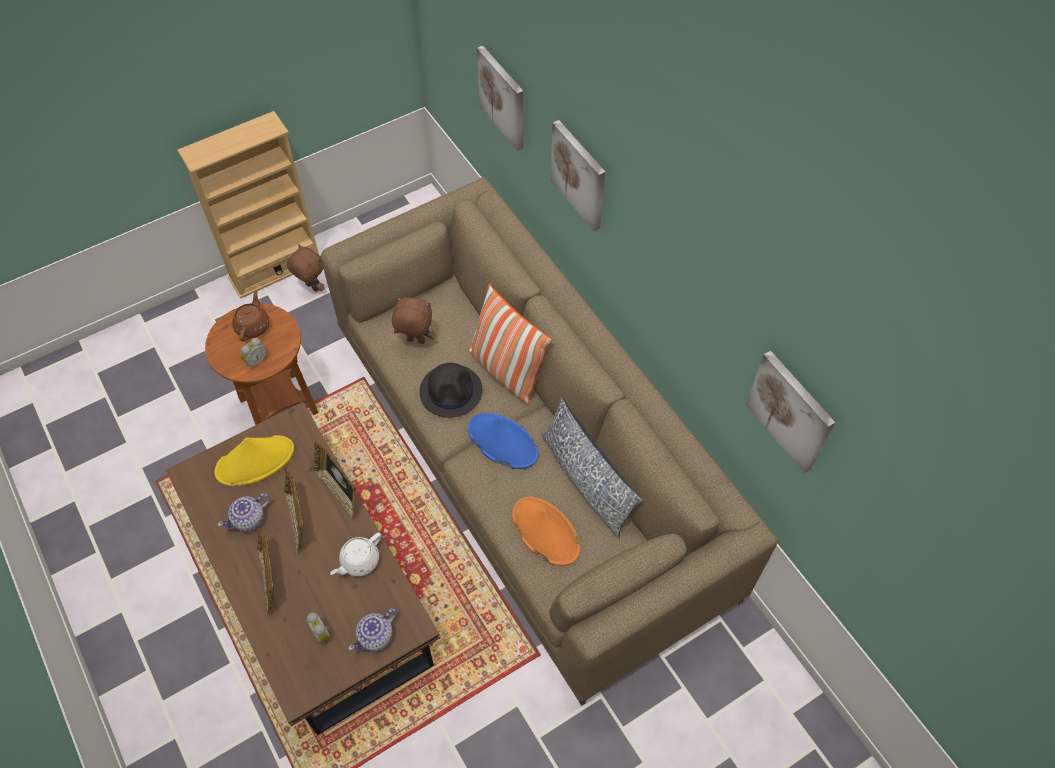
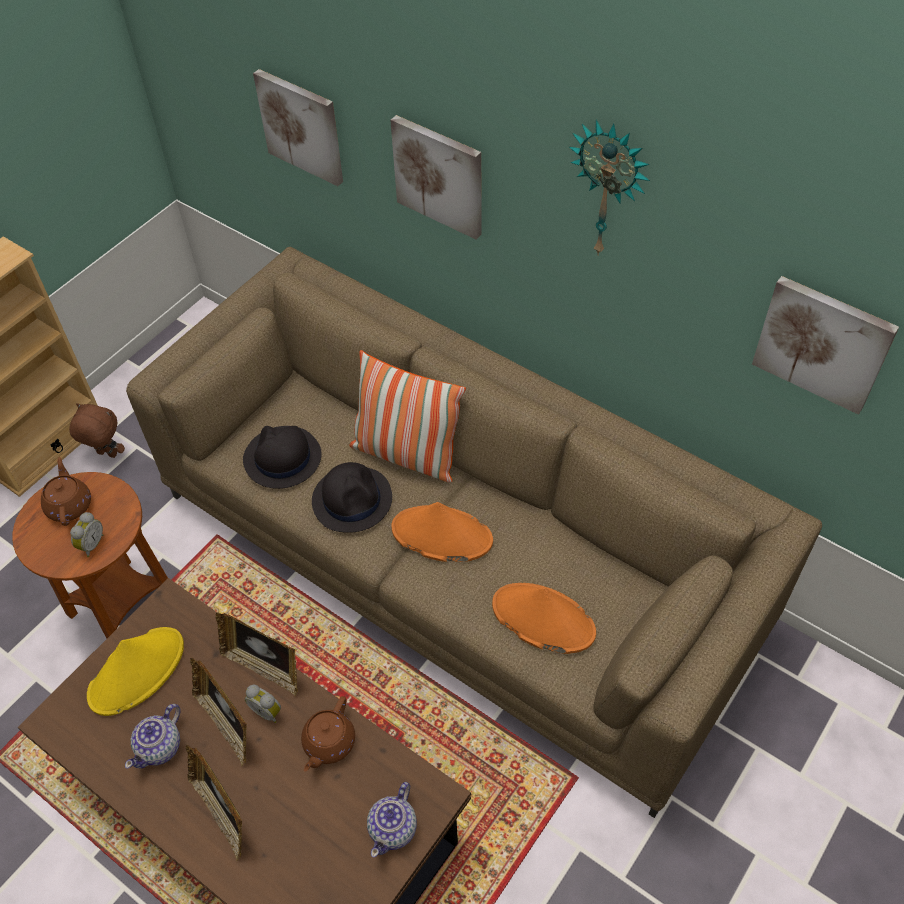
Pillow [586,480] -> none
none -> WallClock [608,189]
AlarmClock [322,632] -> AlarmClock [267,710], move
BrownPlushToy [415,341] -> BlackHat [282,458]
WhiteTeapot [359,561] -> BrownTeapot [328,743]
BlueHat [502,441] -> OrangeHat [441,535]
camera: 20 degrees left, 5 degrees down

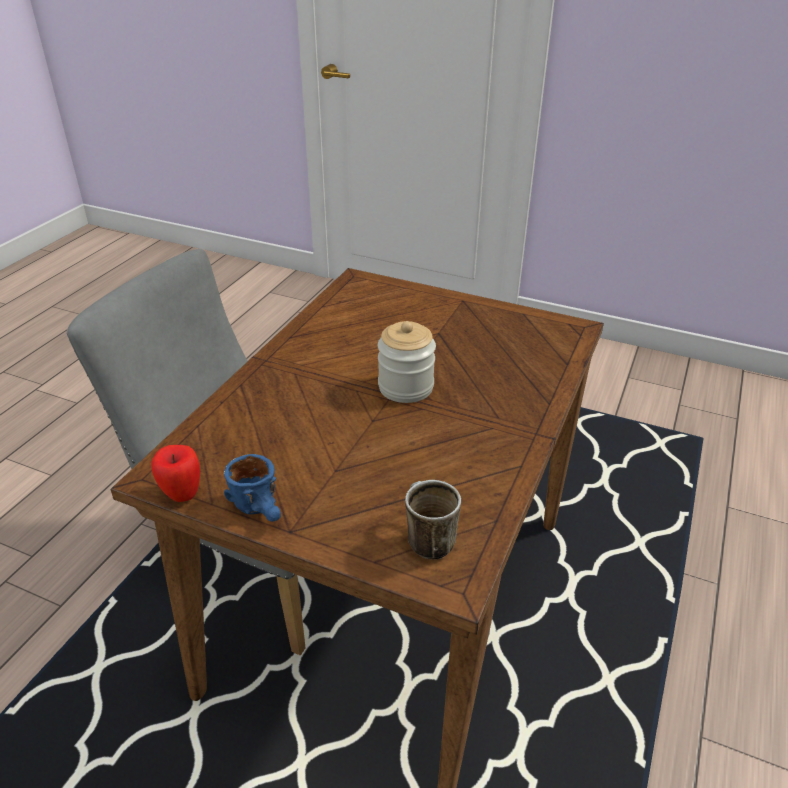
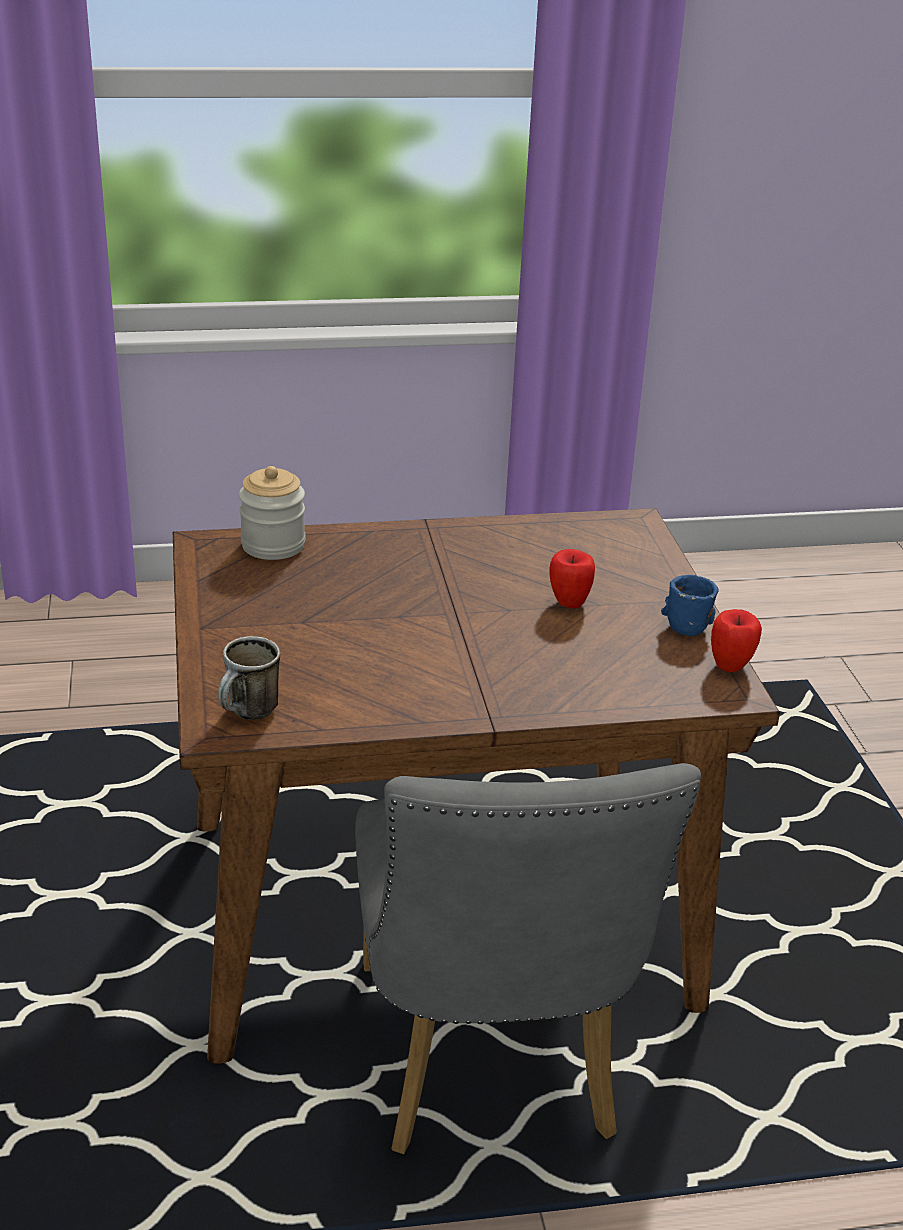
none -> Apple [569,603]
Jar [405,387] -> Jar [273,545], move
Mug [425,540] -> Mug [249,714], move
camera: 125 degrees left, 5 degrees down

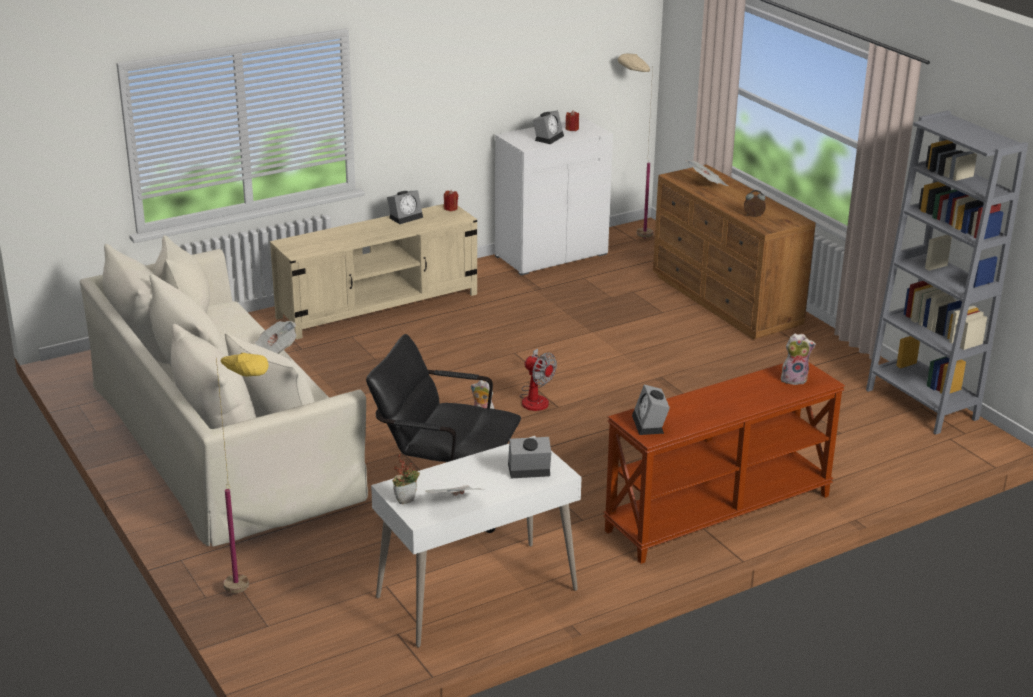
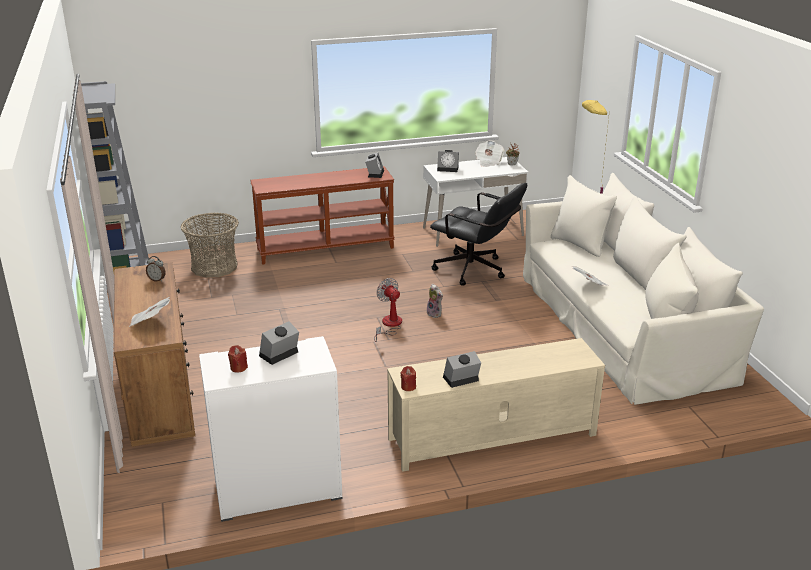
BeigeFloorLamp [631,235] -> none
PlushToy [794,379] -> none
none -> Basket [214,267]
camera: 165 degrees left, 0 degrees up

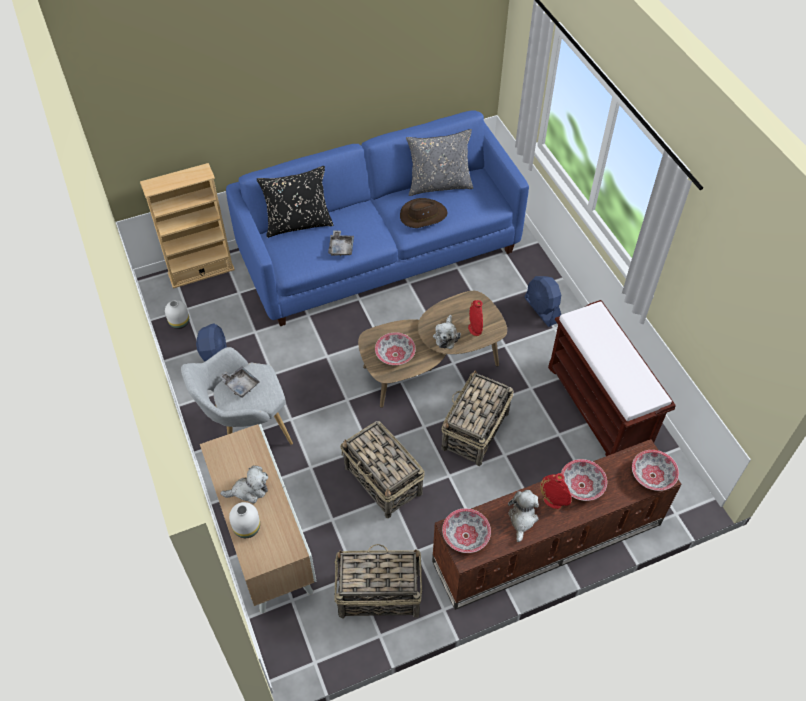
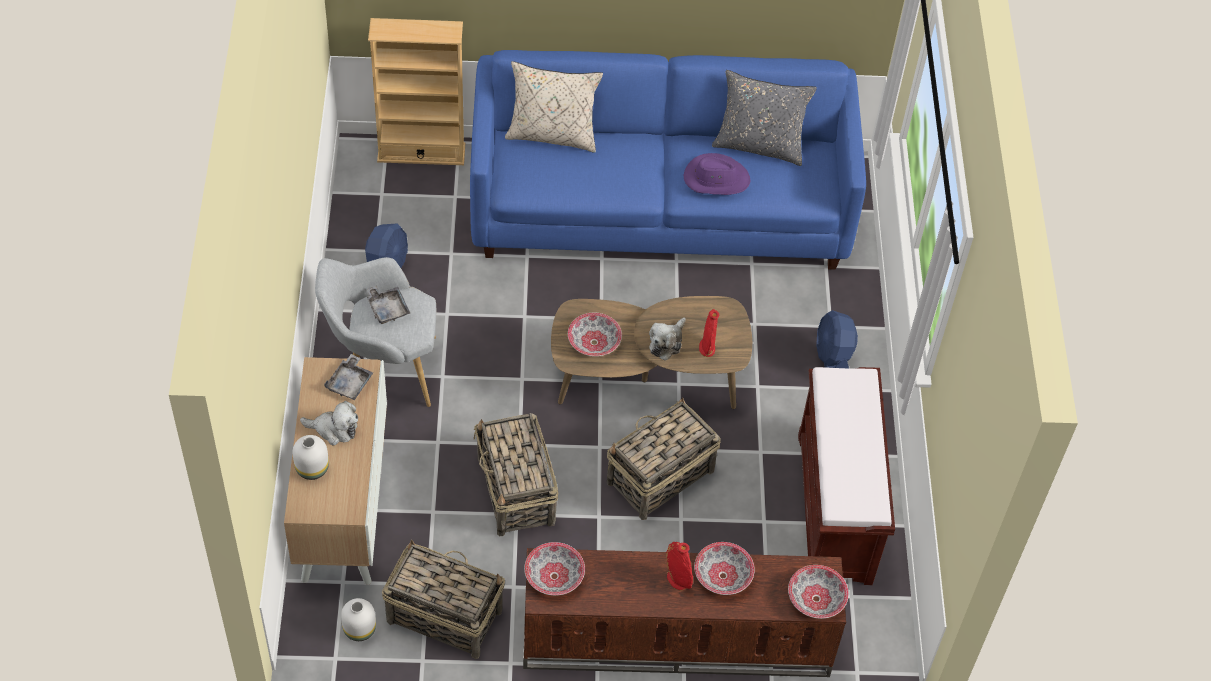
PlushToy [522,518] -> none
WhiteVase [180,322] -> WhiteVase [360,629], move
GreyTray [341,247] -> GreyTray [350,383], move
BlackPillow [298,224] -> BeigePillow [552,135]
BrownHat [423,215] -> PurpleHat [716,179]
camera: 20 degrees right, 0 degrees up

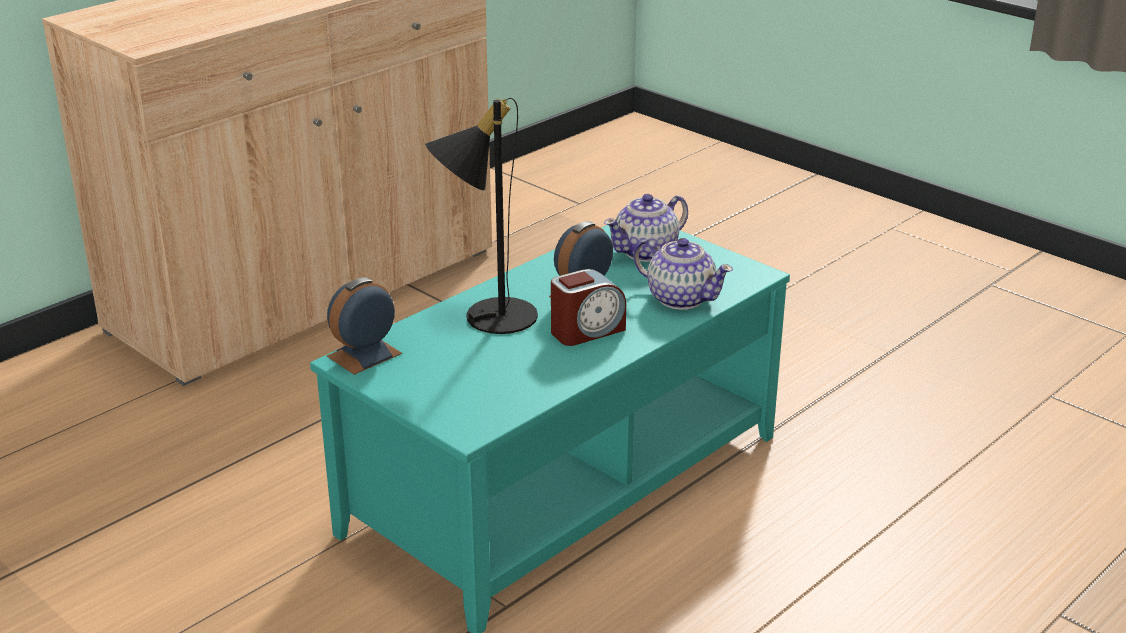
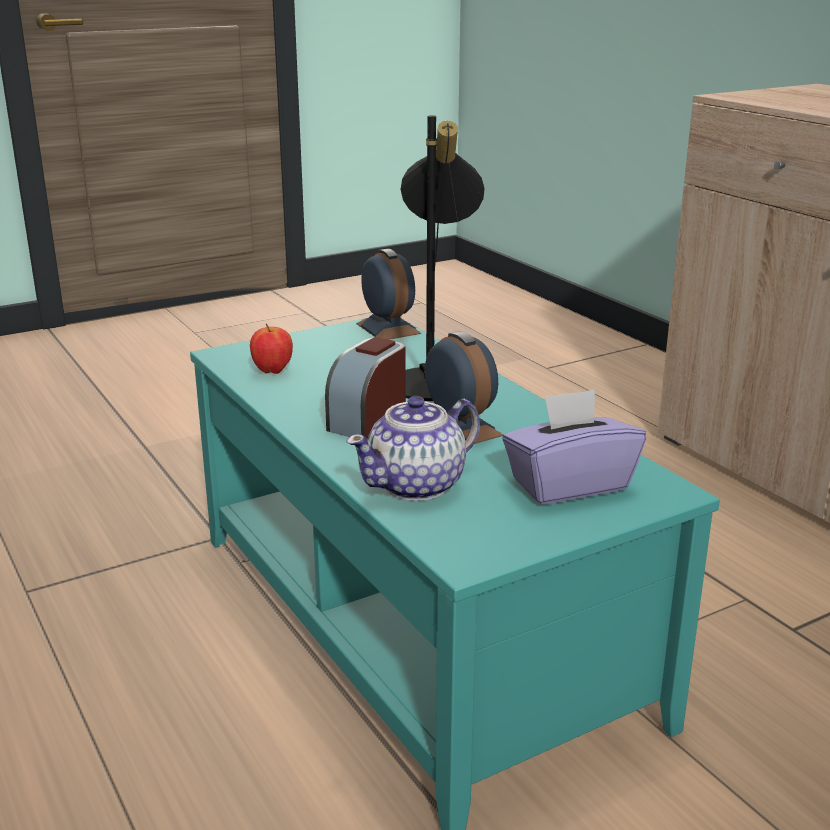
none -> Apple [272,371]
Teapot [647,252] -> PurpleTissueBox [569,484]
AlarmClock [587,331] -> AlarmClock [368,420], 45 degrees clockwise
camera: 105 degrees right, 5 degrees down

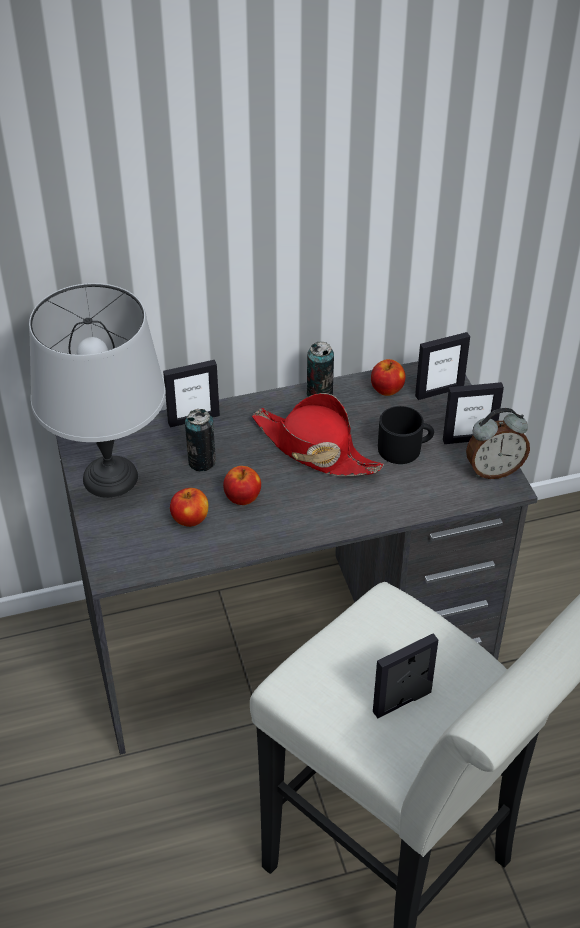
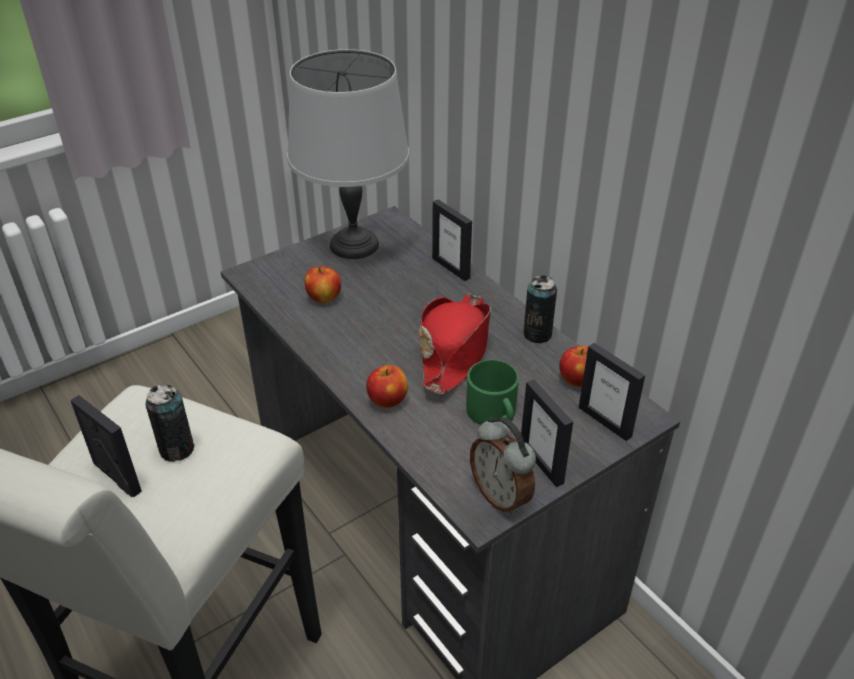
Can [202,462] -> Can [177,449], move
Apple [242,498] -> Apple [387,400], move
BlackMug [405,448] -> GreenMug [494,413]
camera: 70 degrees right, 5 degrees down

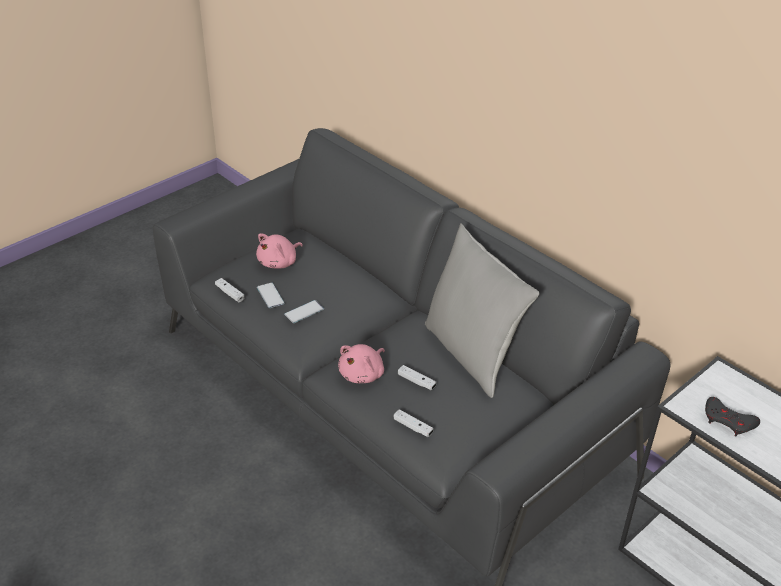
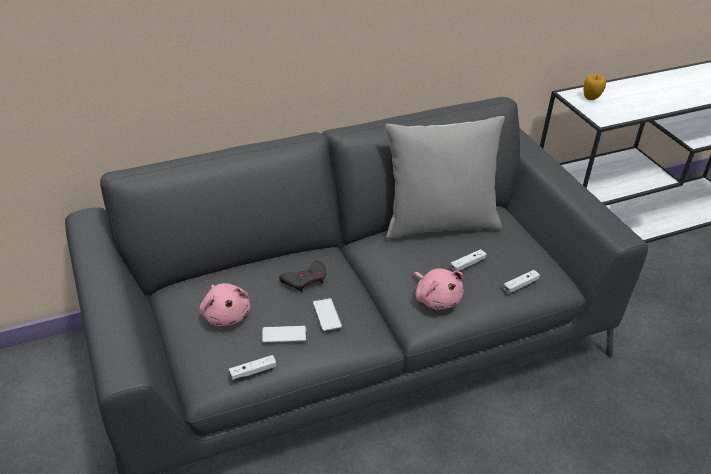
none -> Apple [591,98]
GreyGameController [728,421] -> GreyGameController [305,279], move
camera: 70 degrees left, 0 degrees up

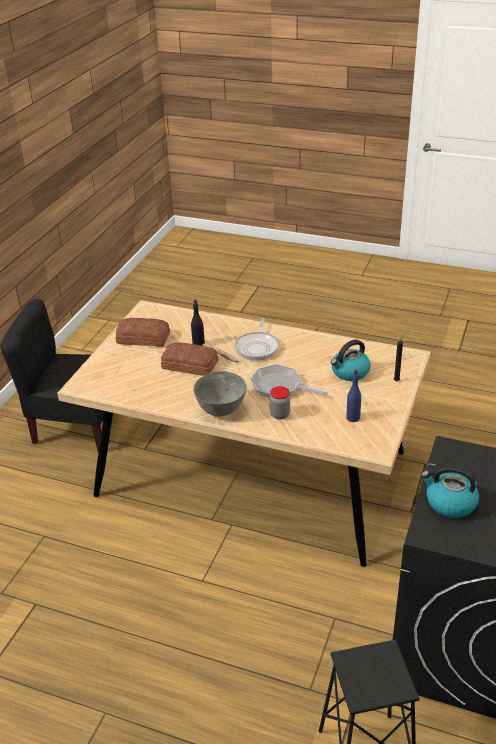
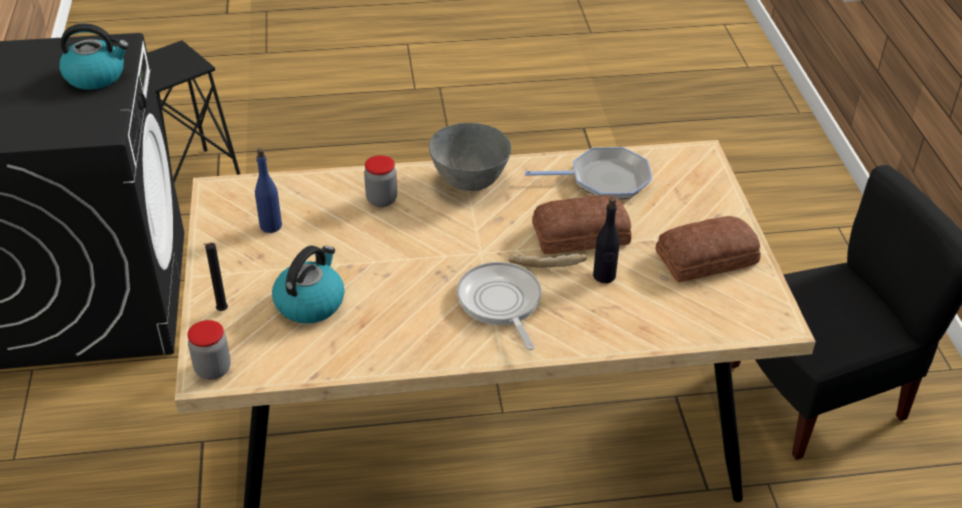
none -> Jar [213,369]
FryingPan [279,386] -> FryingPan [605,180], move
camera: 150 degrees right, 5 degrees up

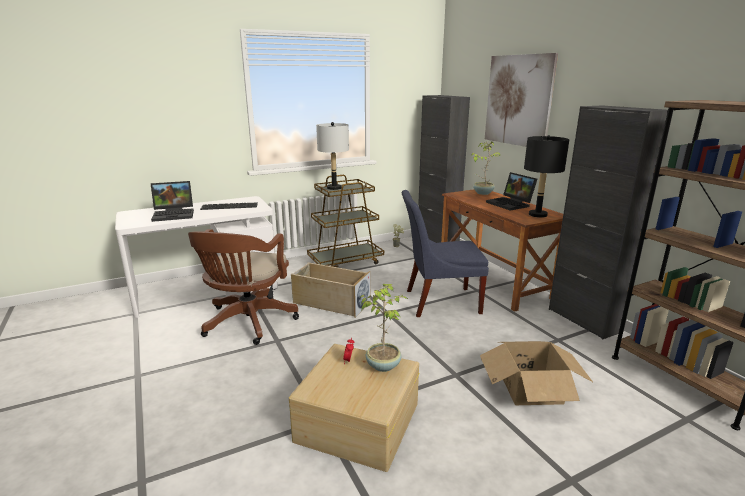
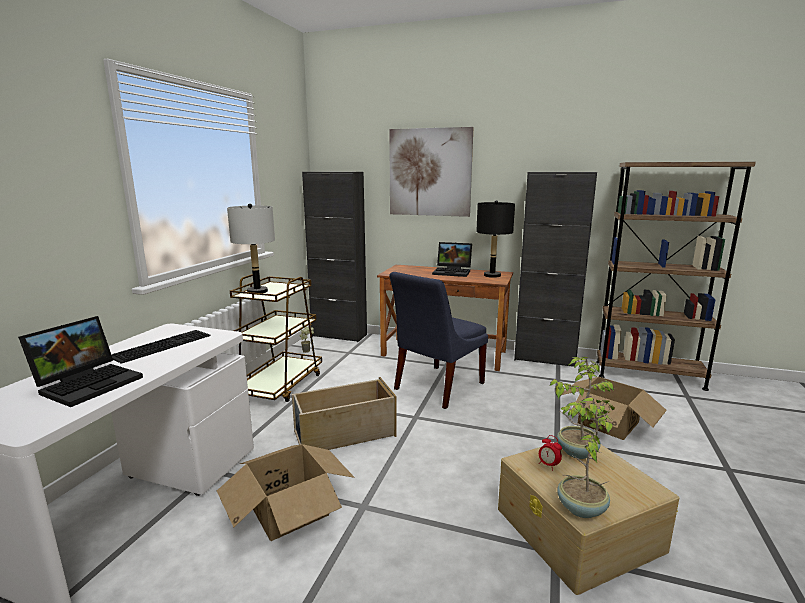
PottedPlant [482,193] -> PottedPlant [580,508], move
BrownOfficeChair [247,323] -> CardboardBox [288,510]
camera: 45 degrees left, 5 degrees down

